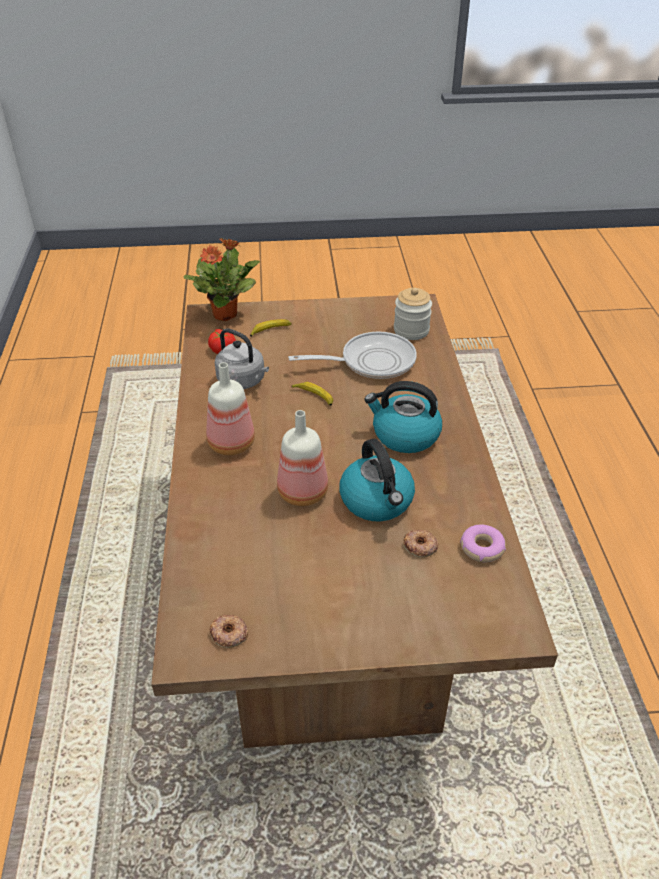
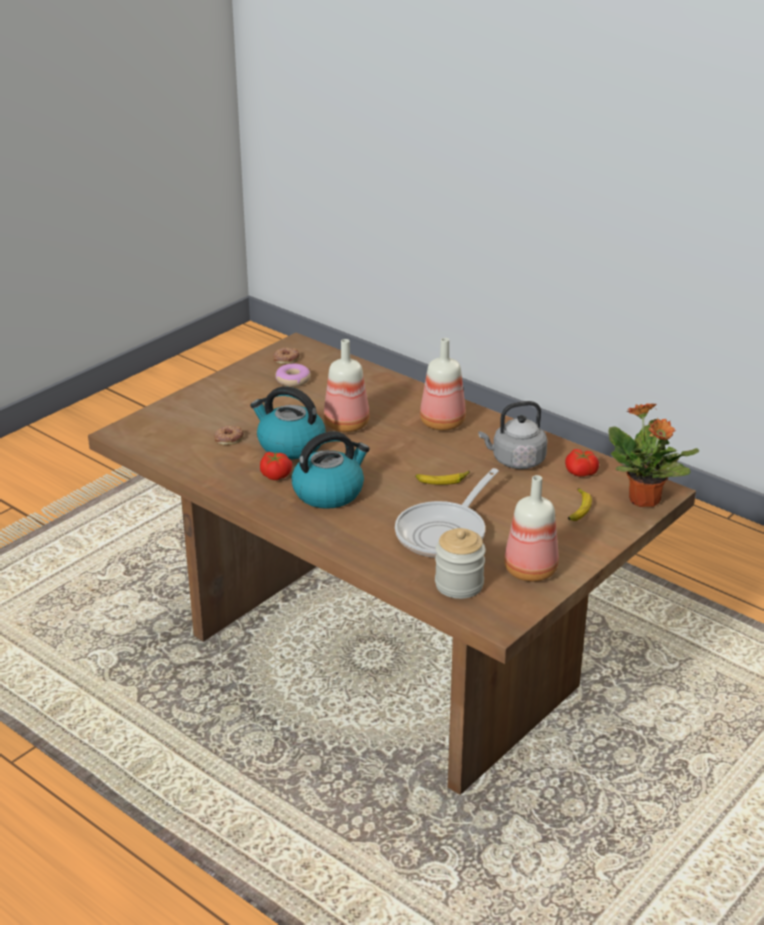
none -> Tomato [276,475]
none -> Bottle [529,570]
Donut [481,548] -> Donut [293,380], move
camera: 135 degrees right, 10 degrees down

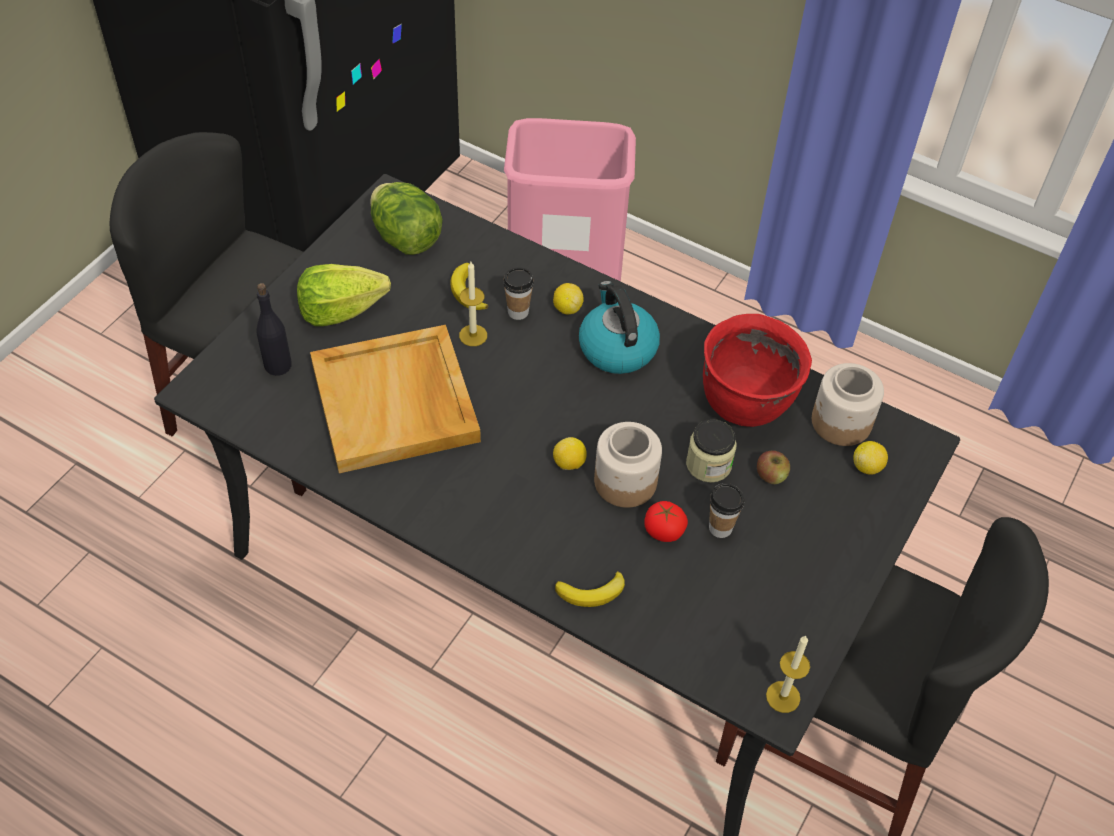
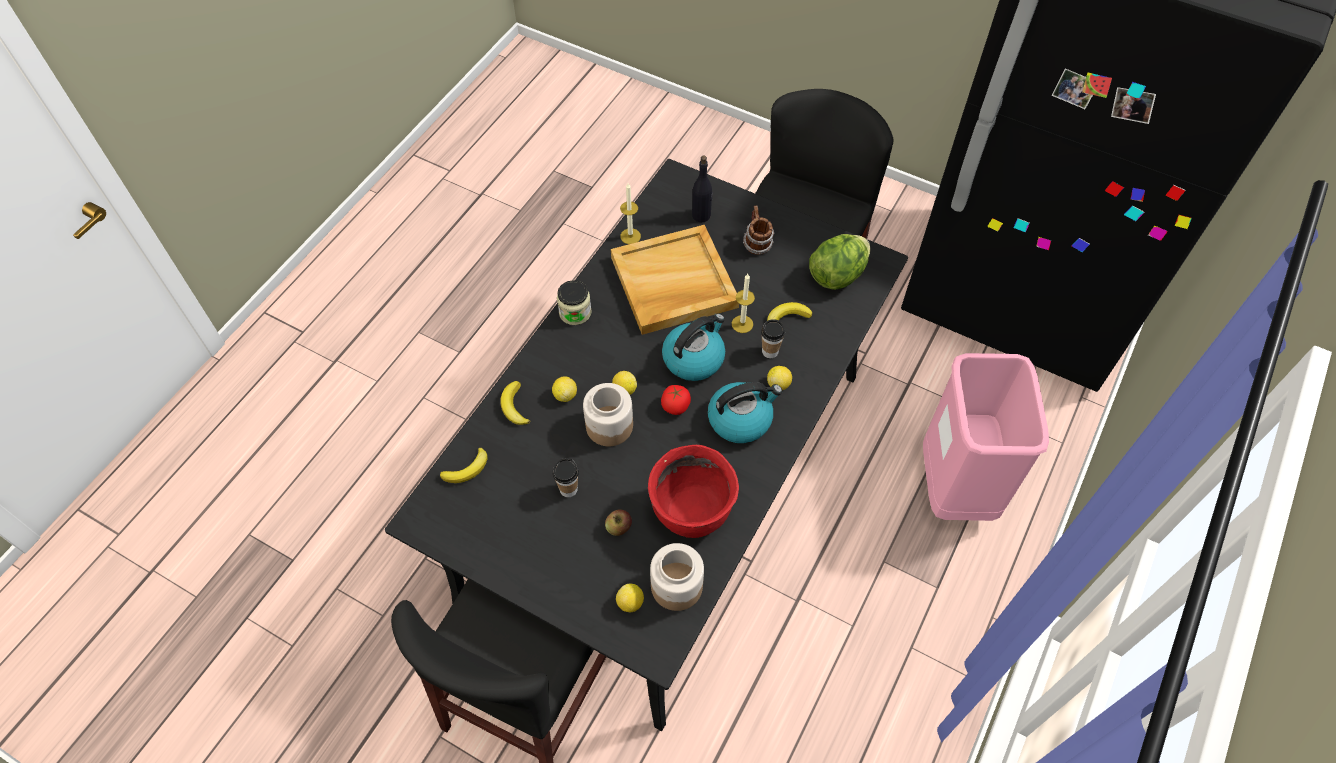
none -> Banana [467,469]
none -> Lemon [565,395]
none -> Kettle [694,358]
Tomato [664,531] -> Tomato [675,406], move
Jar [708,464] -> Jar [575,312], move
Candle [783,697] -> Candle [630,236], move
Lettuce [340,310] -> Mug [756,243]
camera: 90 degrees right, 5 degrees up

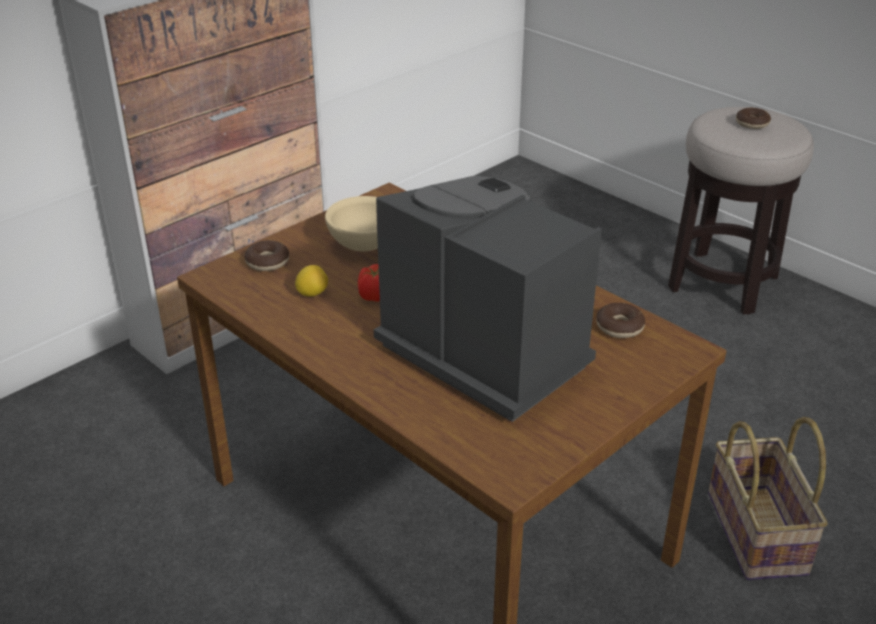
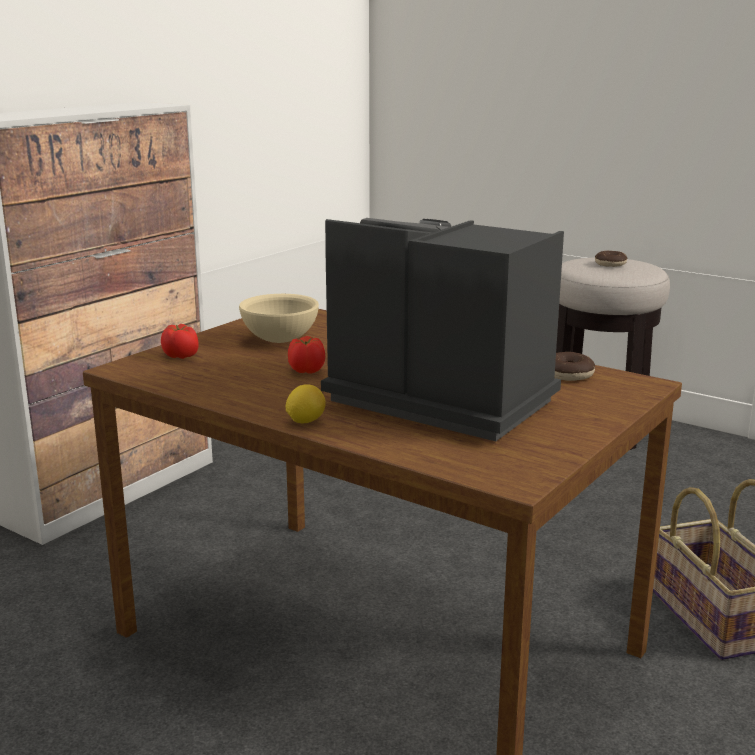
Lemon [312,293] -> Lemon [305,421], move
Donut [267,262] -> Tomato [181,356]
camera: 10 degrees left, 15 degrees down

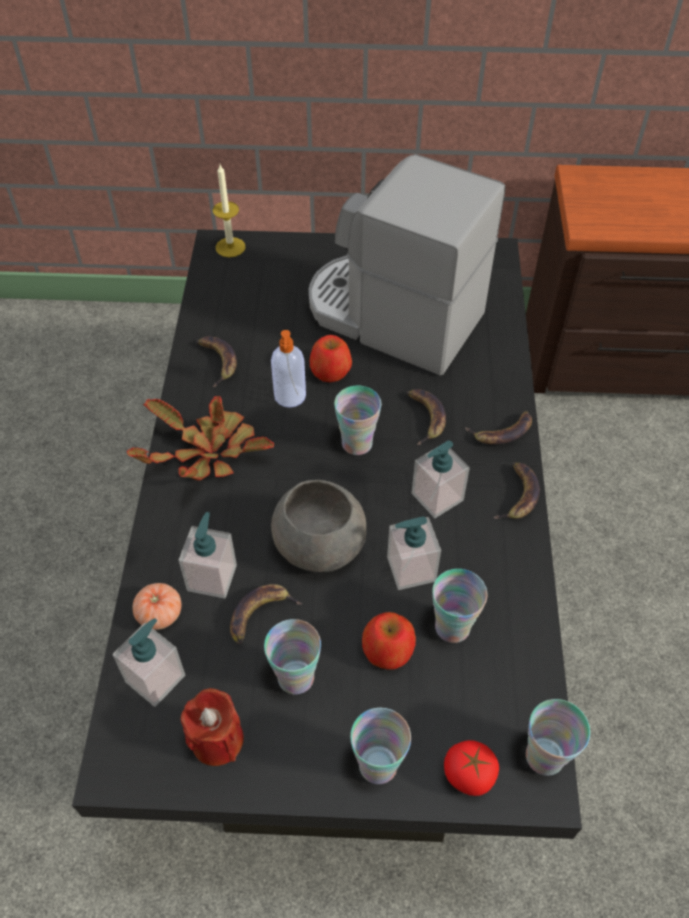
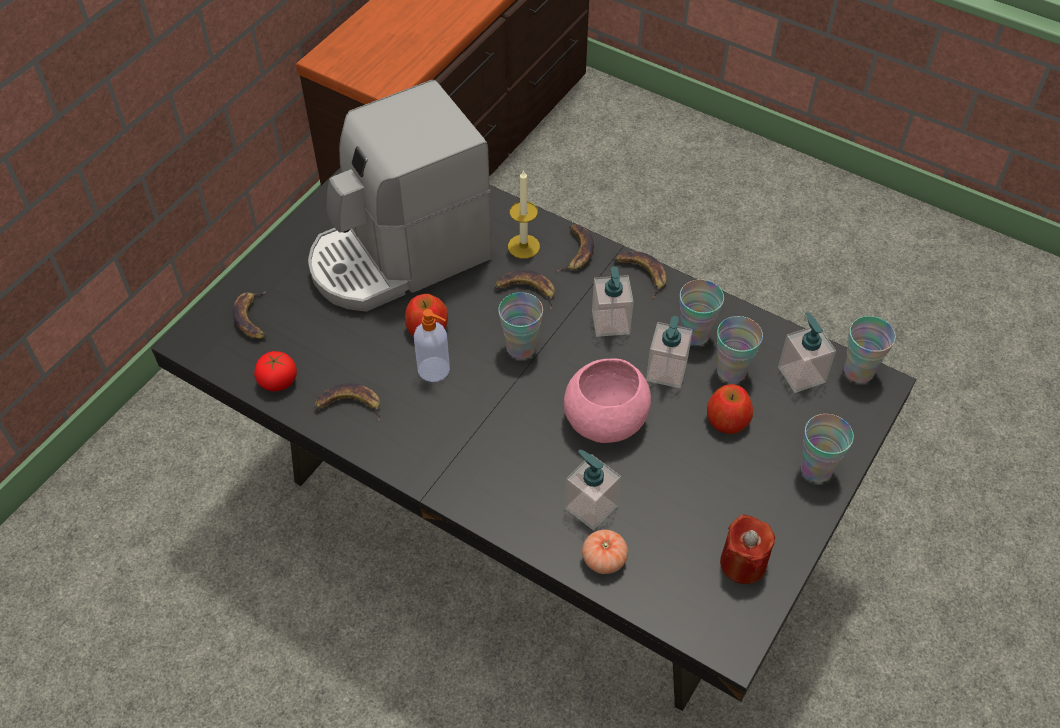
PottedPlant [207,454] -> none
SoapDispenser [155,678] -> SoapDispenser [801,374], move
Candle [230,247] -> Candle [523,246], move
Banana [260,615] -> Banana [252,318], move
Cup [295,677] -> Cup [695,334], move
Tomato [468,774] -> Tomato [278,381], move
GreyBowl [321,545] -> PinkBowl [607,418]
camera: 60 degrees left, 0 degrees up

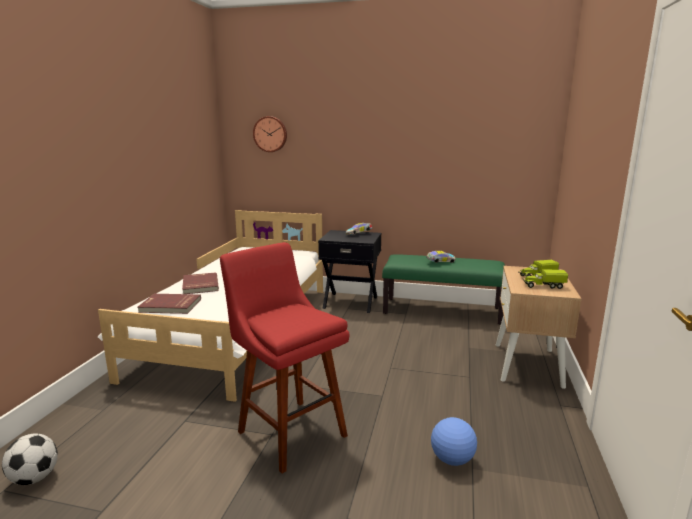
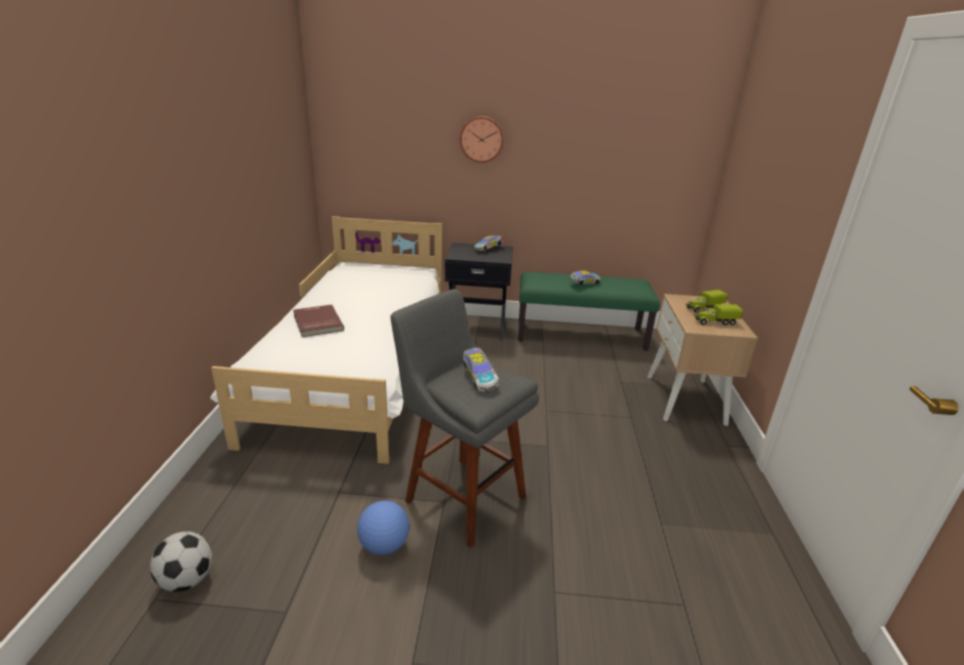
RedBook [170,306] -> none
none -> ToyCar [479,377]
WallClock [270,134] -> WallClock [482,139], move
Football [452,460] -> Football [384,546], move
RedStool [289,431] -> GreyStool [461,496]
camera: 10 degrees left, 10 degrees up

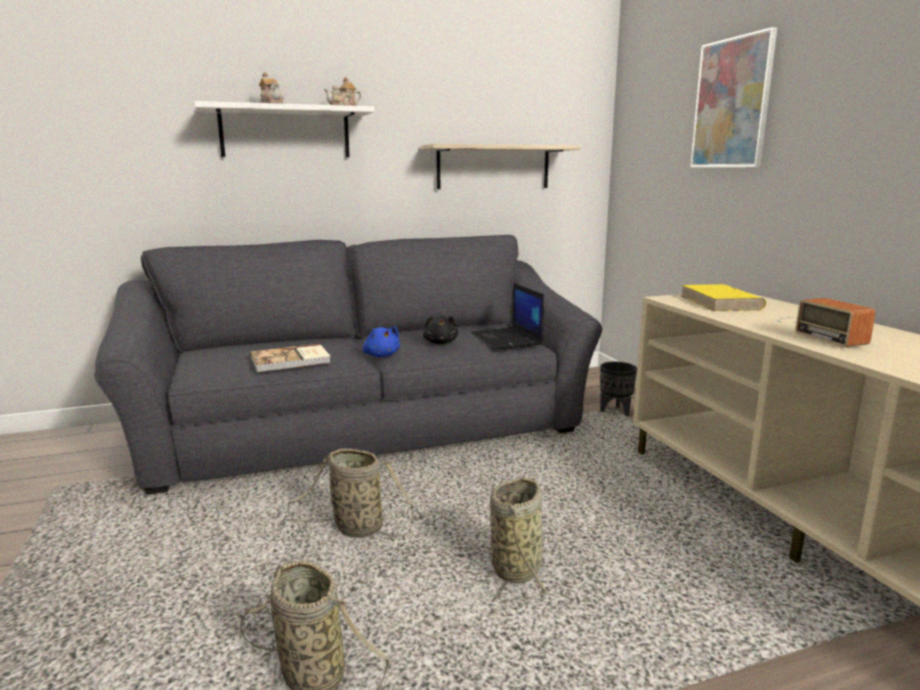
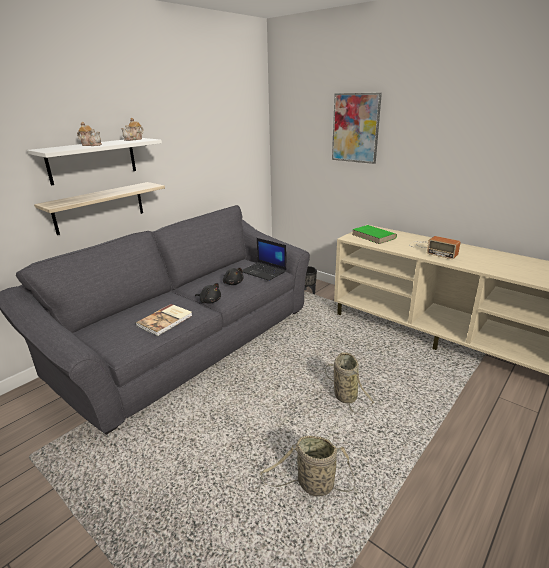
Basket [354,528] -> none
Shelf [493,167] -> Shelf [99,207], move
BluePlushToy [381,355] -> BlackPlushToy [209,301]
YellowBook [721,302] -> GreenBook [374,236]
camera: 30 degrees left, 10 degrees up

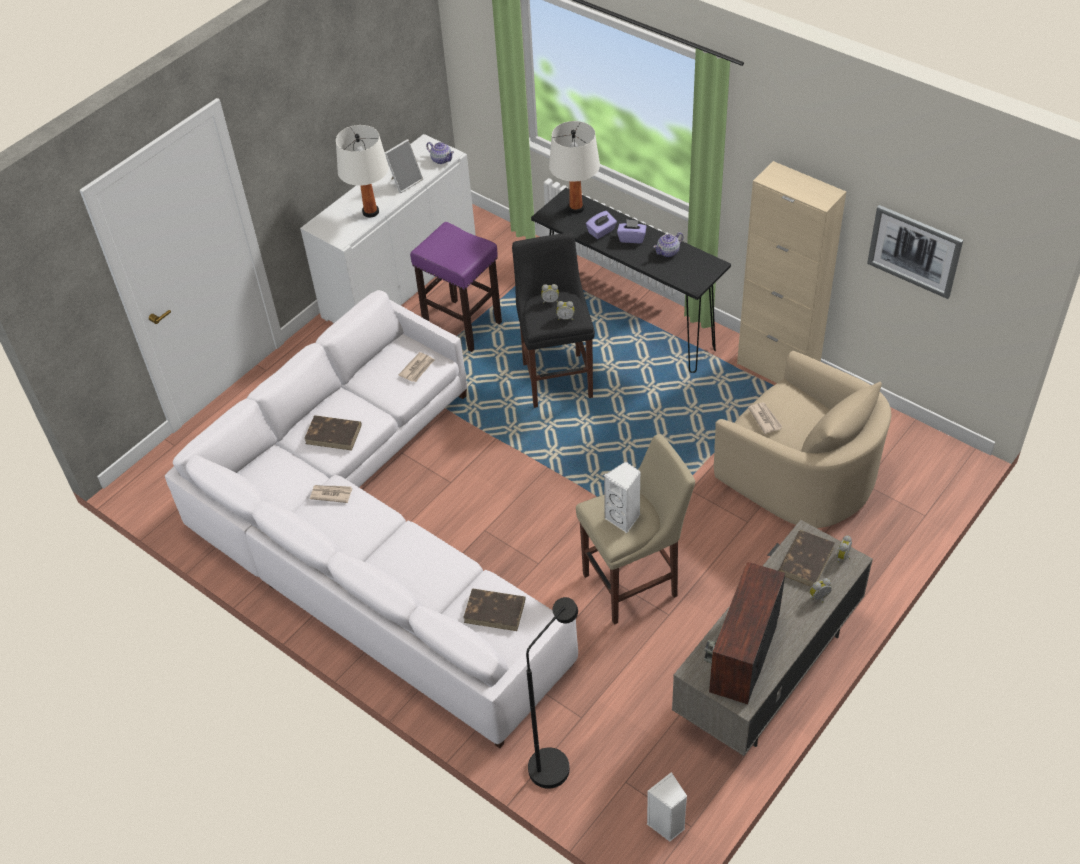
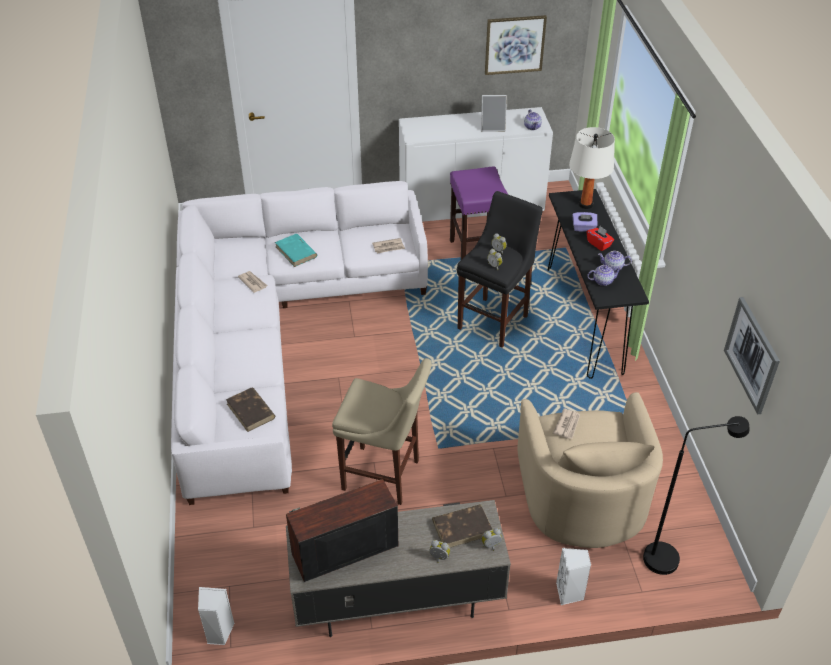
WhiteTableLamp [371,212] -> none
BeigeCabinet [777,369] -> none
none -> Picture [514,44]
none -> Teapot [602,281]
BlackFloorLamp [555,759] -> BlackFloorLamp [670,557], move
WhiteSpeaker [624,518] -> WhiteSpeaker [570,593], move
BrownBook [334,434] -> TurquoiseBook [296,252]
PurpleTissueBox [631,238] -> RedTissueBox [599,244]
camera: 40 degrees right, 5 degrees down

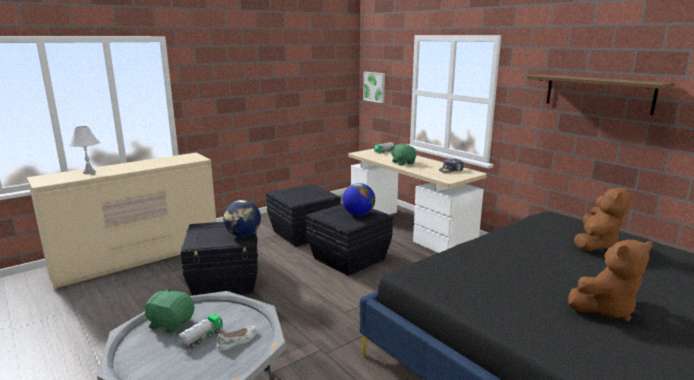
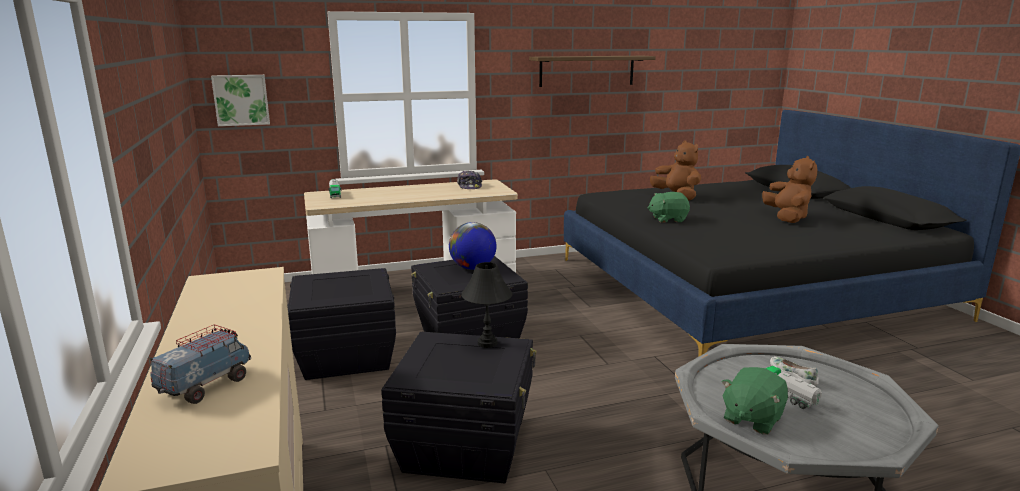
GreenPlushToy [403,163] -> GreenPlushToy [668,219], move
WhiteTableLamp [89,172] -> ToyTruck [206,386]
Globe [243,235] -> BlackTableLamp [487,343]
camera: 70 degrees left, 0 degrees up

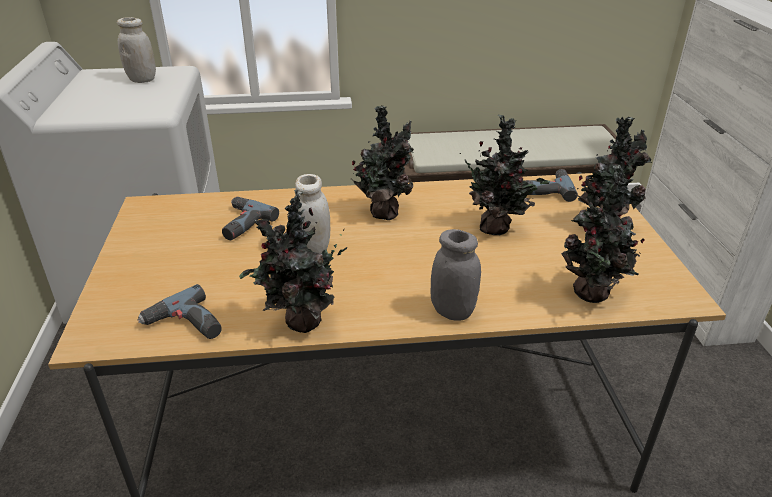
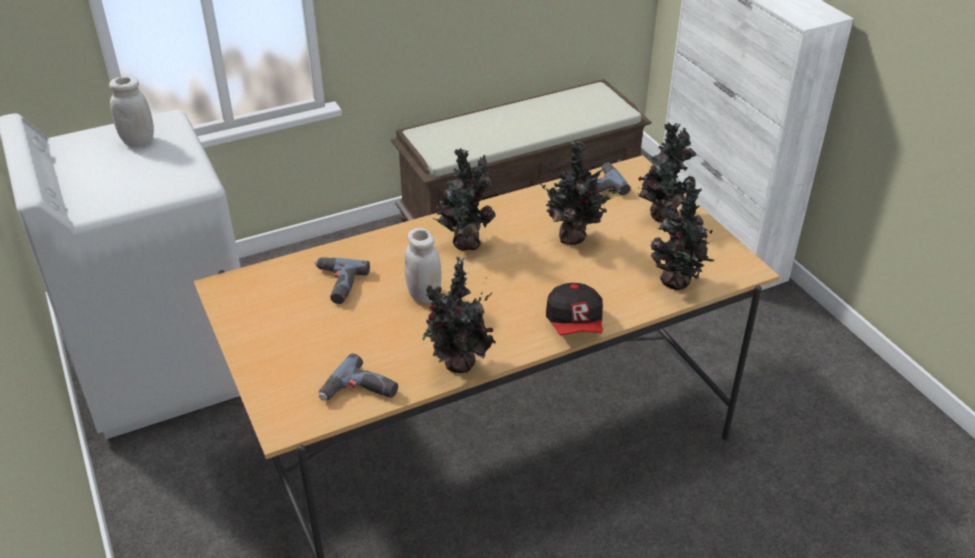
GreyJar [452,311] -> Cap [575,324]
camera: 20 degrees left, 5 degrees up

